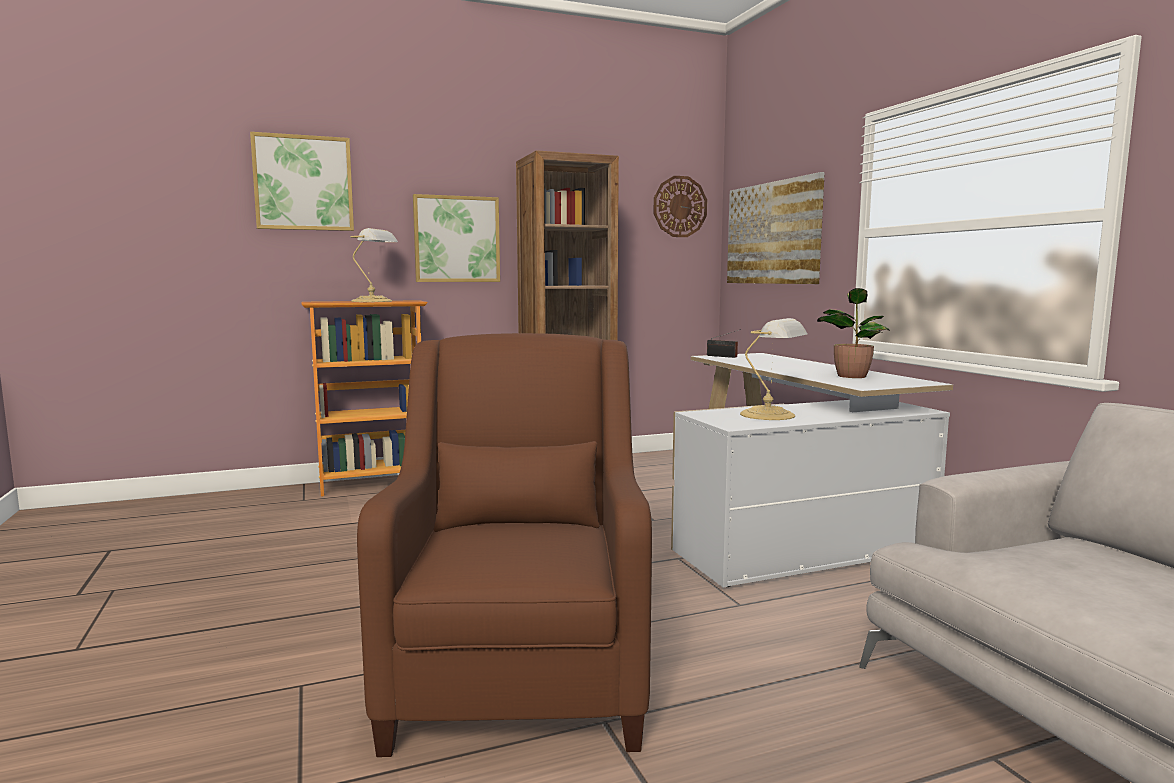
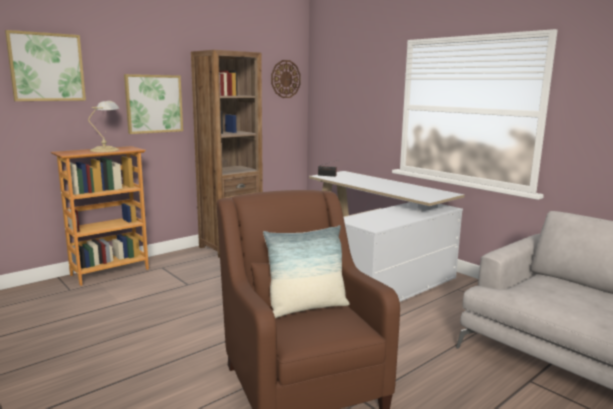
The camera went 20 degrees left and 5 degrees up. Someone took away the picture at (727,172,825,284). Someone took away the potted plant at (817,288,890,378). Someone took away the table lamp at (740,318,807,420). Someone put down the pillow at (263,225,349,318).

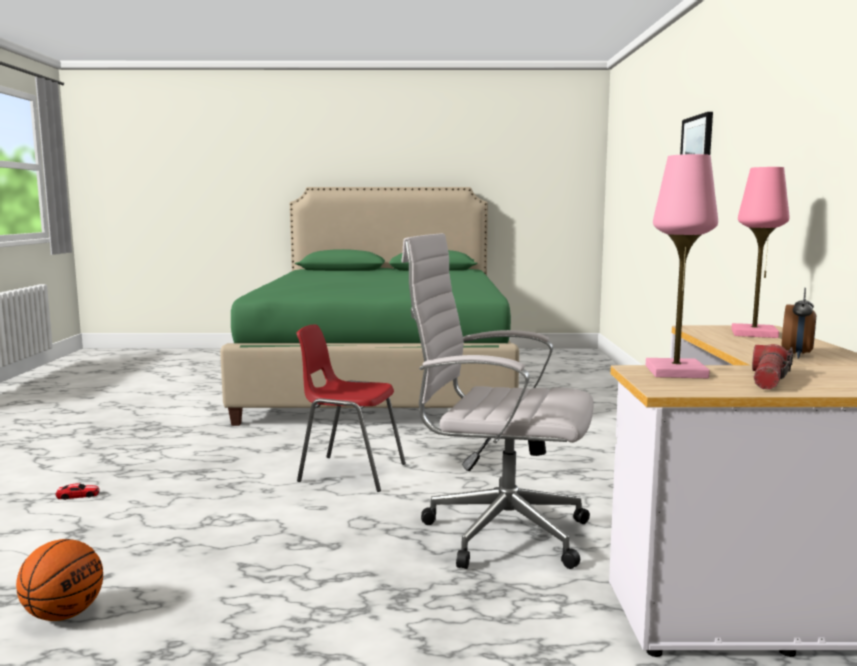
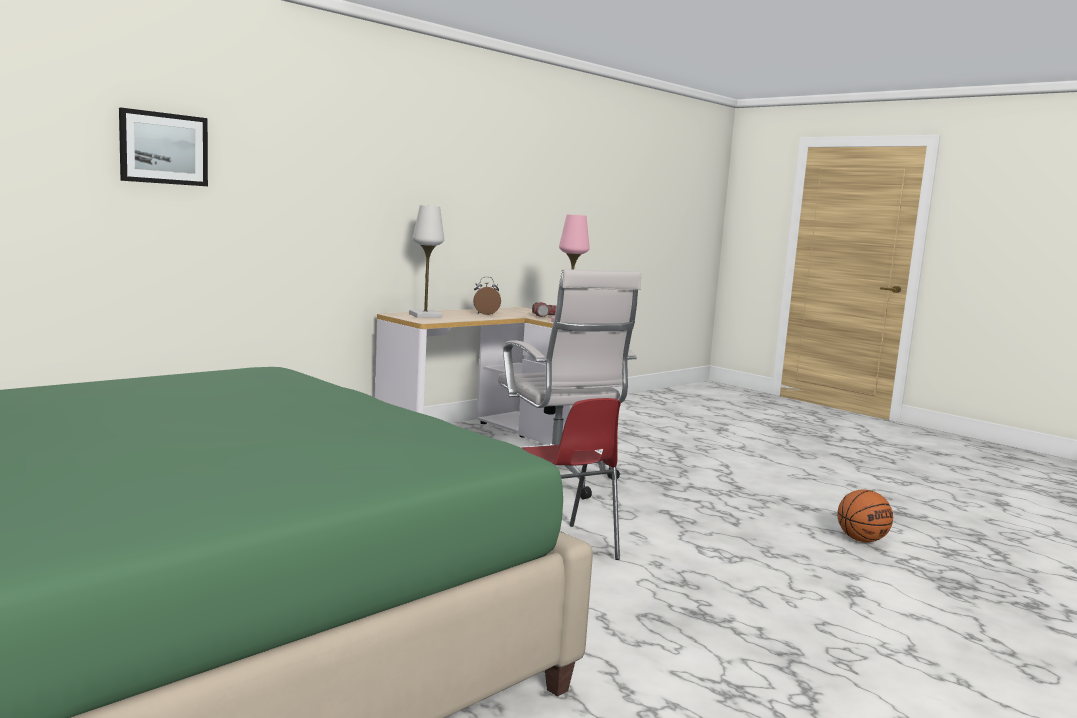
The camera went 135 degrees left and 0 degrees up. Someone repainted the table lamp in pink at (731,167,790,338), which became the table lamp in white at (409,205,444,318). Someone took away the toy car at (56,483,99,500).

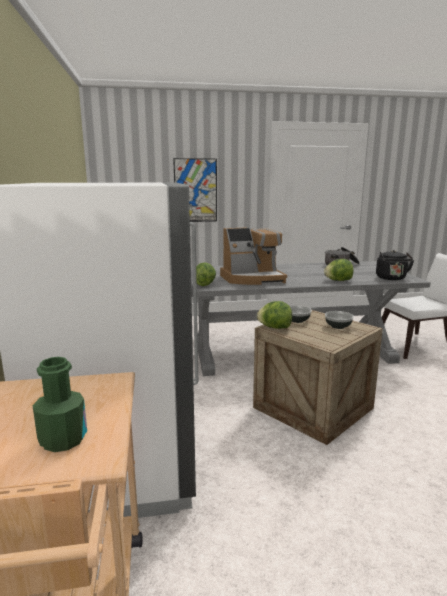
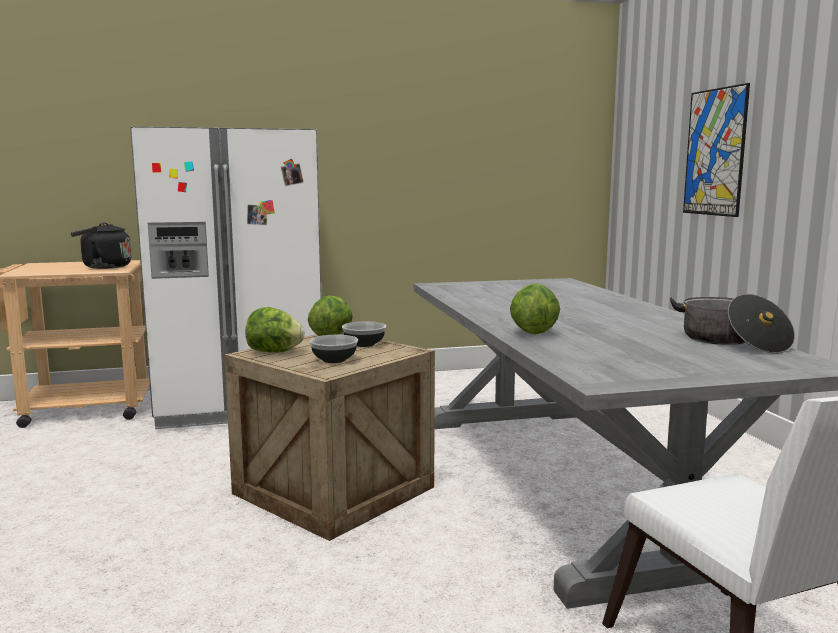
The camera went 85 degrees right and 5 degrees down. Someone took away the coffee machine at (220,228,287,285). Someone carried the kettle in black from (376,250,414,280) to (71,222,131,269). Someone carried the lettuce from (196,262,216,286) to (245,307,305,352). Someone took away the bottle in green at (32,357,87,452).

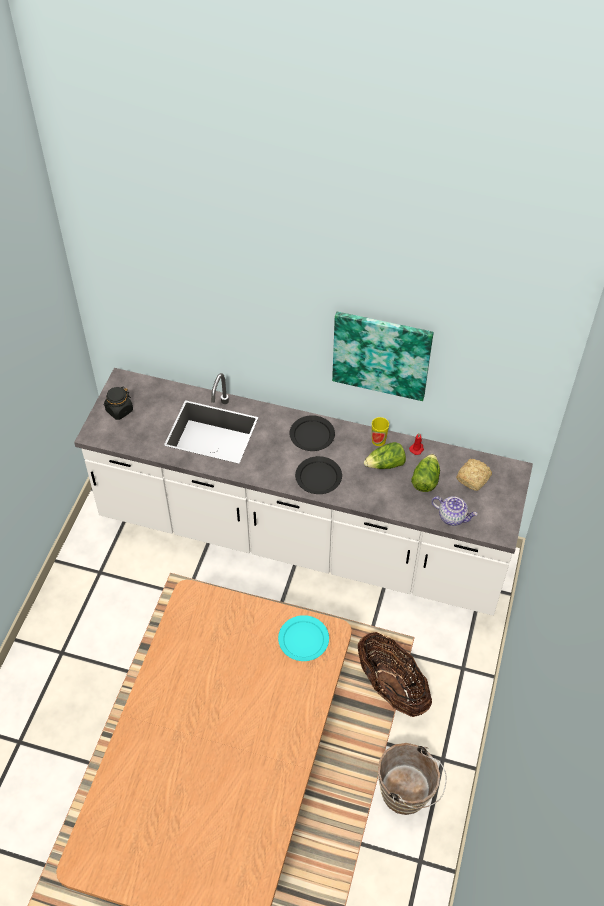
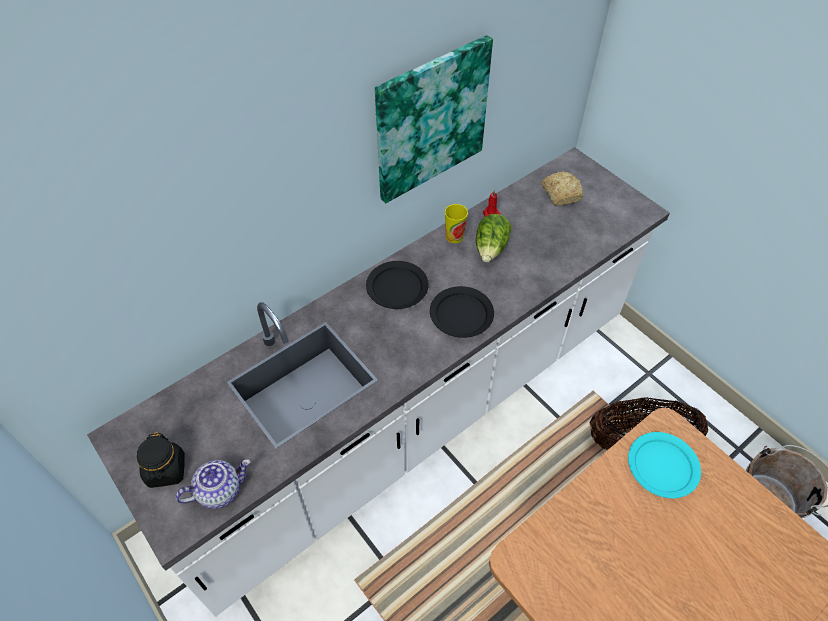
The camera went 55 degrees left and 0 degrees up. Someone took away the lettuce at (411,454,440,492). Someone carried the teapot from (431,496,478,526) to (176,459,251,509).

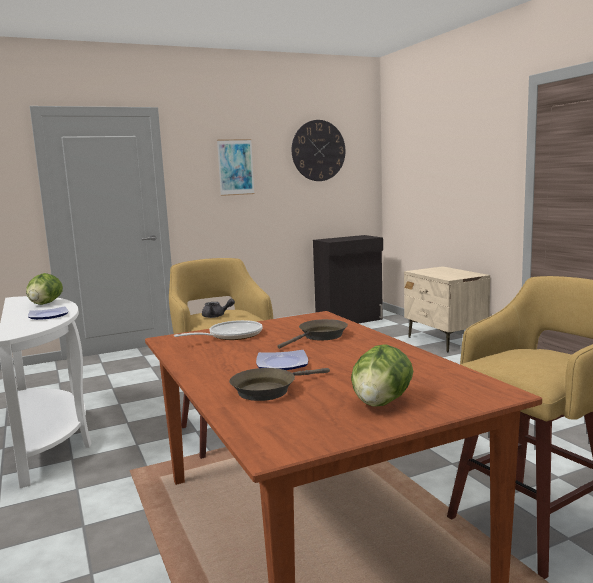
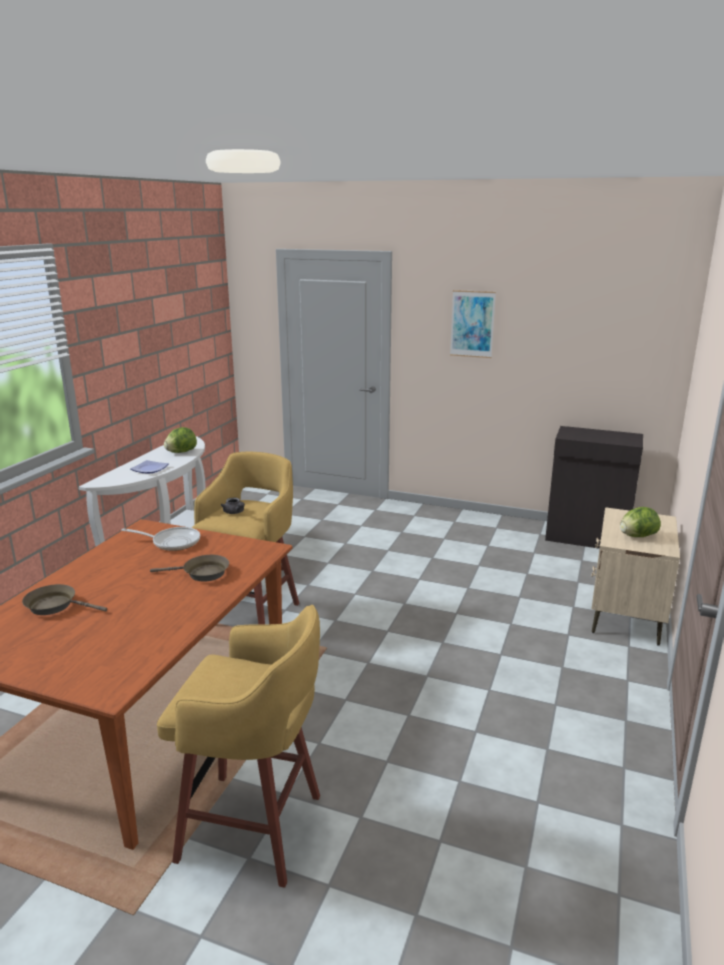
The camera went 45 degrees right and 10 degrees up. Someone took away the wall clock at (292,120,346,181). Someone carried the lettuce from (351,344,413,407) to (620,507,661,537). Someone took away the plate at (256,350,308,370).

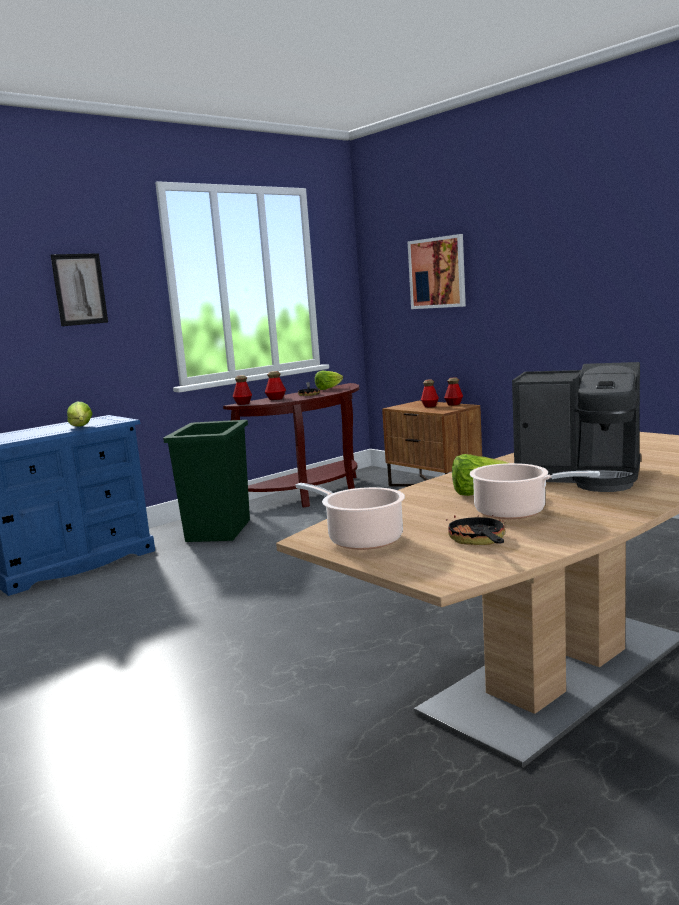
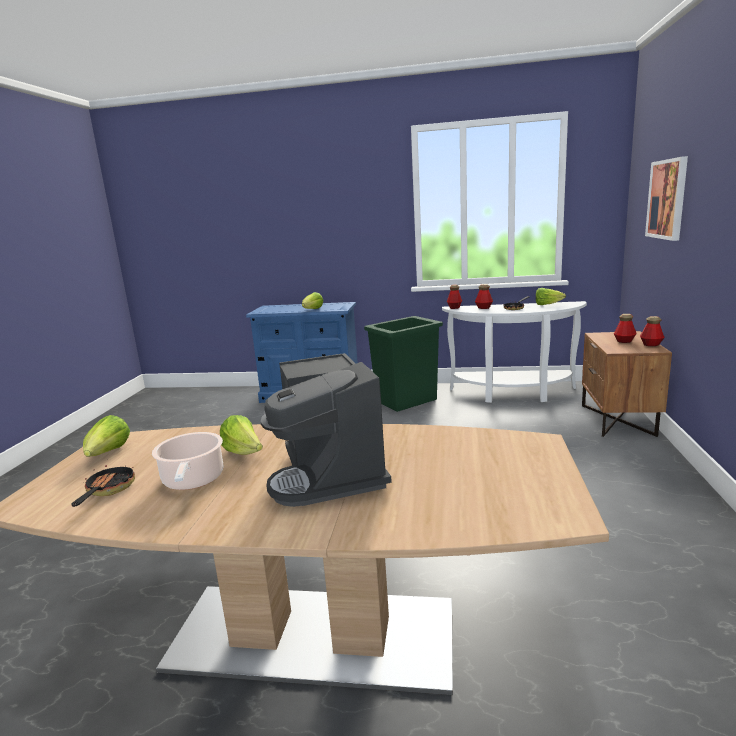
The camera went 50 degrees right and 5 degrees up. Someone took away the picture at (51,253,108,326). Someone repainted the console table in brown at (223,383,359,508), which became the console table in white at (442,301,587,403). Someone swapped the cooking pot at (296,483,405,550) for the lettuce at (83,415,130,457). Someone rotated the frying pan at (446,507,505,545) by 45 degrees counterclockwise.

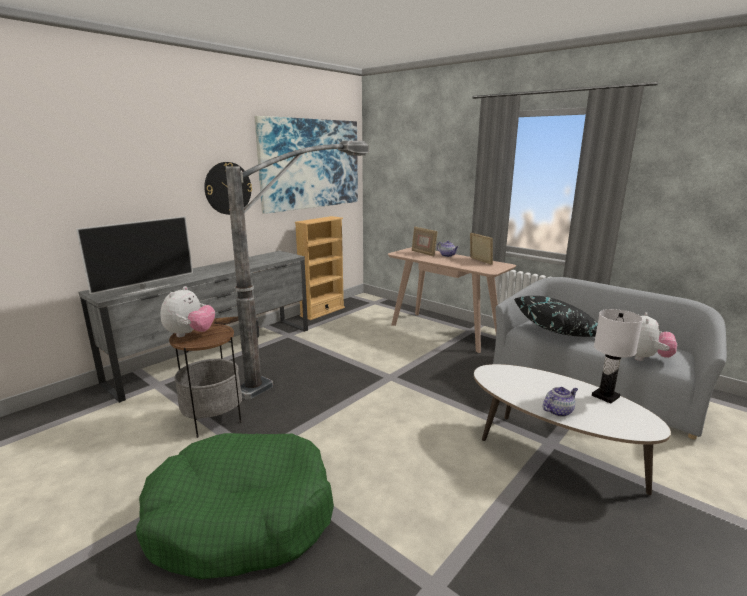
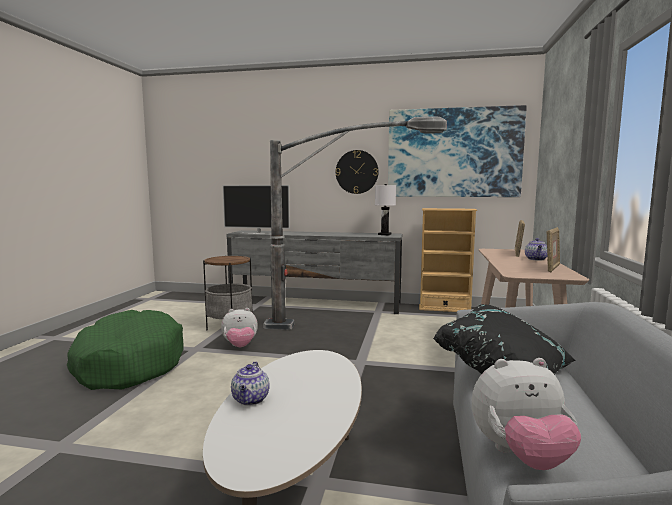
The camera went 60 degrees right and 10 degrees down. Someone carried the plush toy from (160,286,215,337) to (221,308,258,347). Someone carried the table lamp in white from (592,309,643,404) to (375,184,396,235). Someone rotated the teapot at (543,387,578,417) by 60 degrees clockwise.

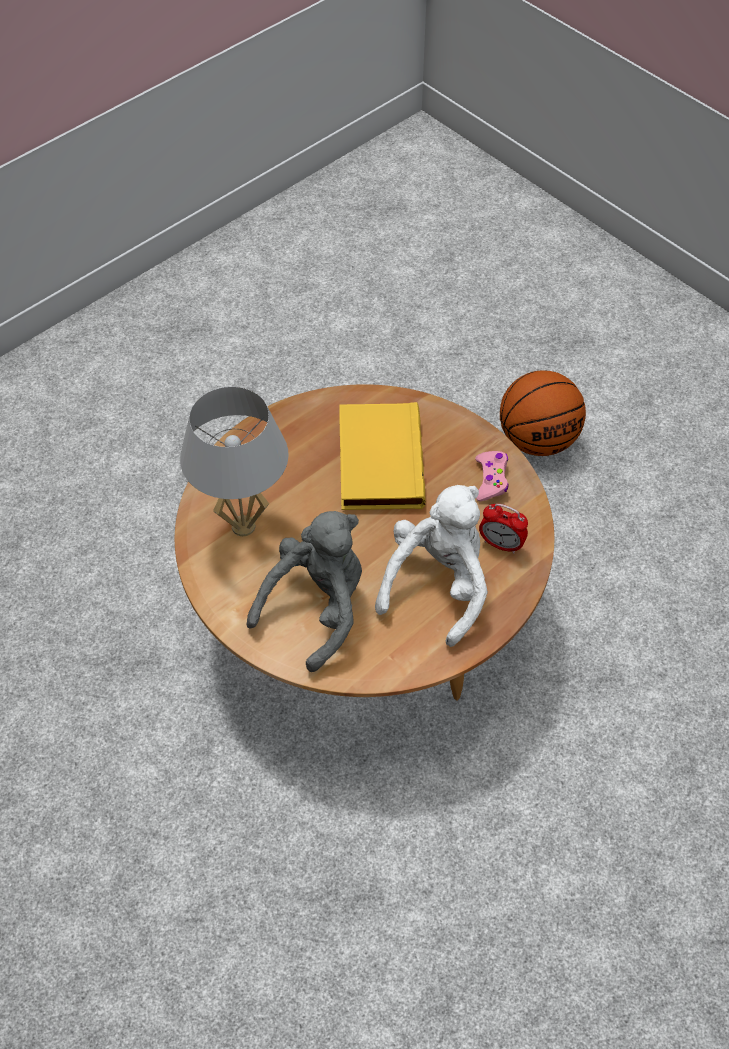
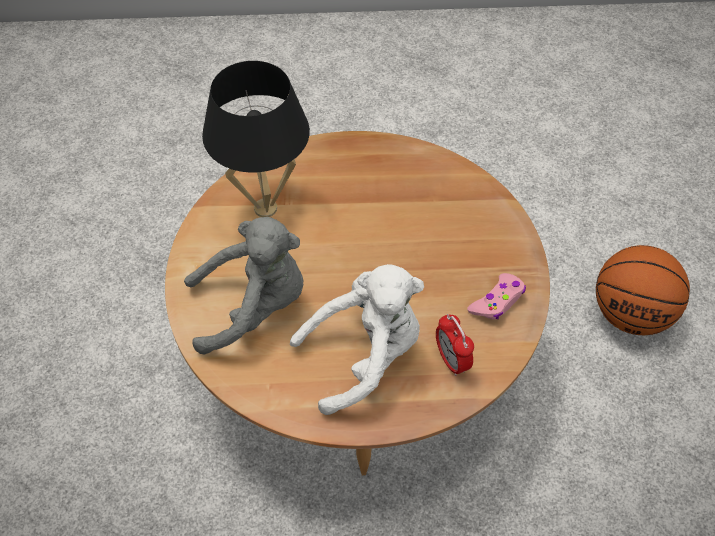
The camera went 40 degrees right and 0 degrees up. Someone repainted the table lamp in white at (180,387,289,536), which became the table lamp in black at (202,61,310,217). Someone took away the book in yellow at (339,402,426,510).

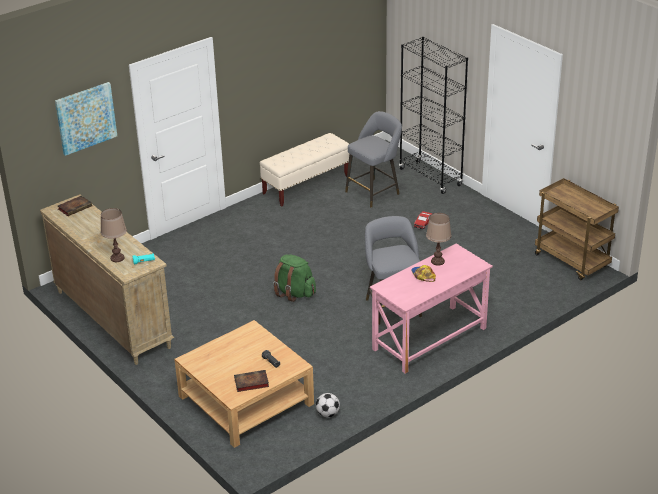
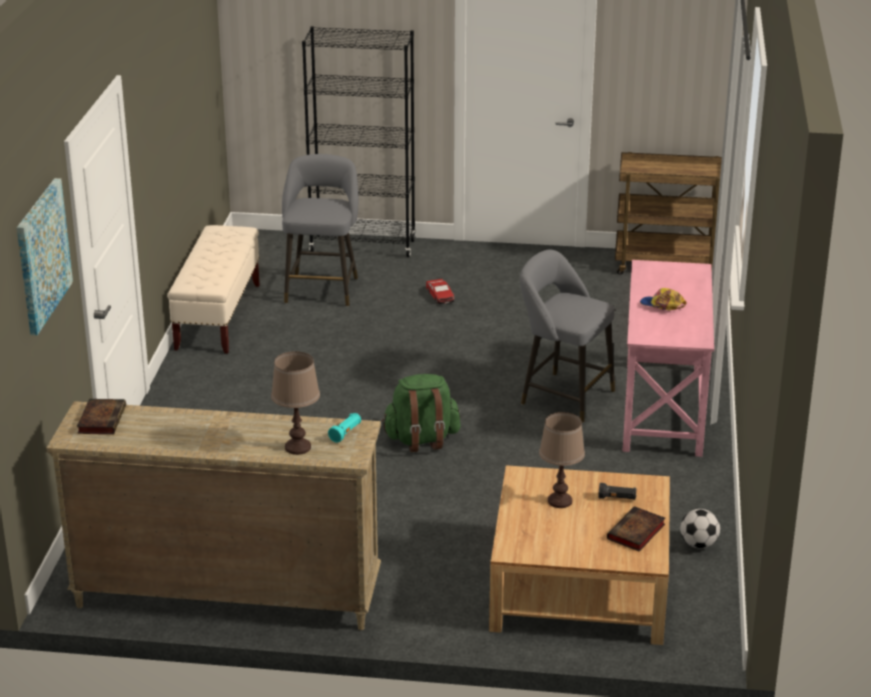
The camera went 45 degrees left and 5 degrees down. Someone carried the table lamp in brown from (426,213,452,266) to (539,412,585,508).

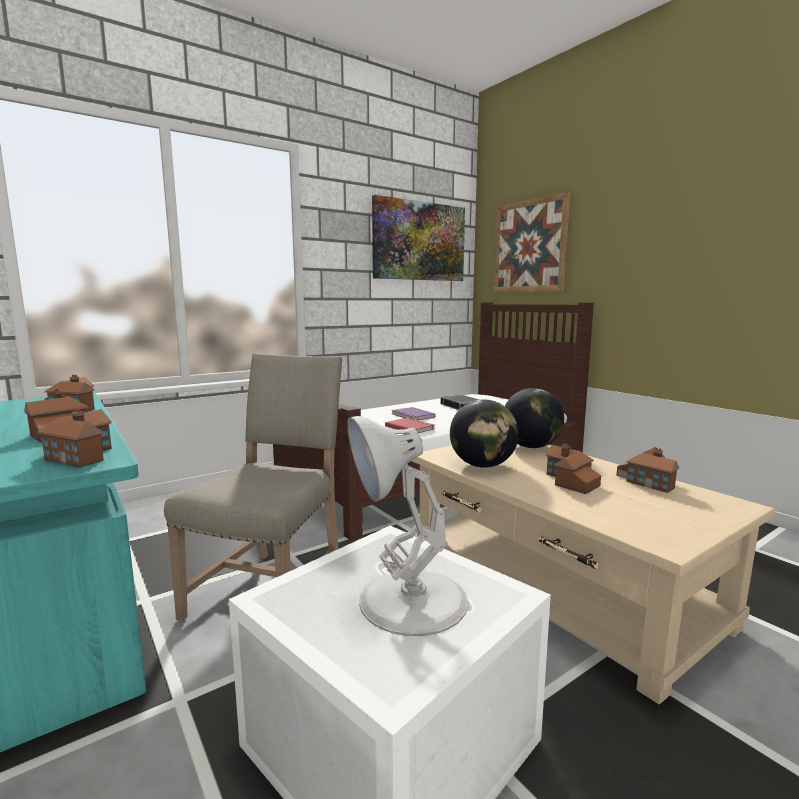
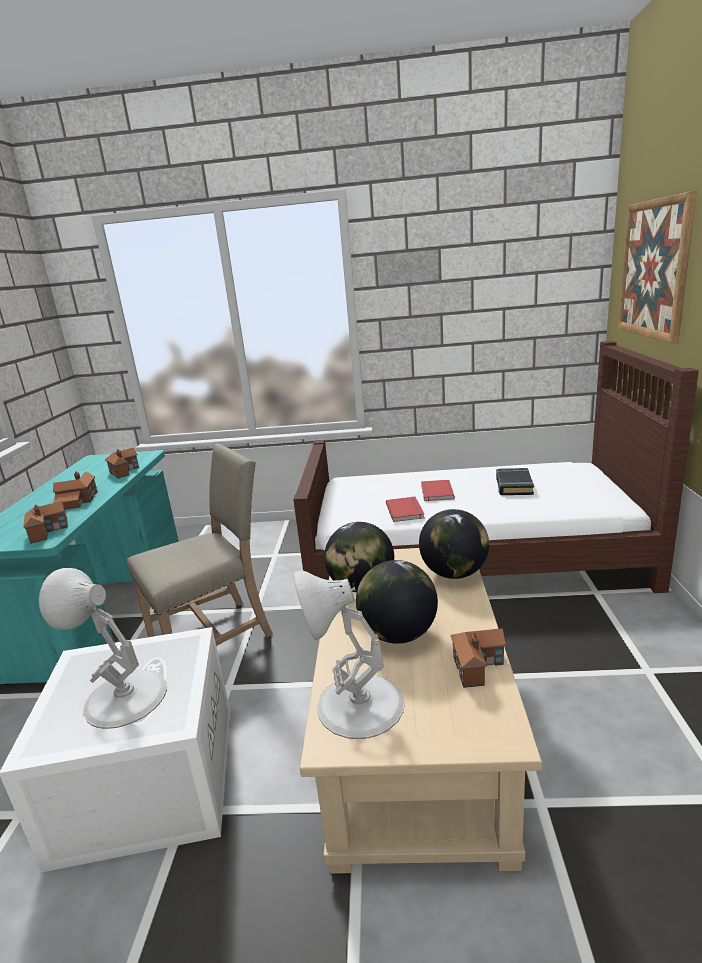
The camera went 40 degrees right and 10 degrees up. Someone took away the picture at (372,195,465,281). Someone repainted the book in purple at (392,407,436,420), which became the book in red at (421,480,455,501). Someone swapped the toy house at (546,443,601,494) for the globe at (356,560,438,644). Someone put down the table lamp in white at (293,571,405,739).

